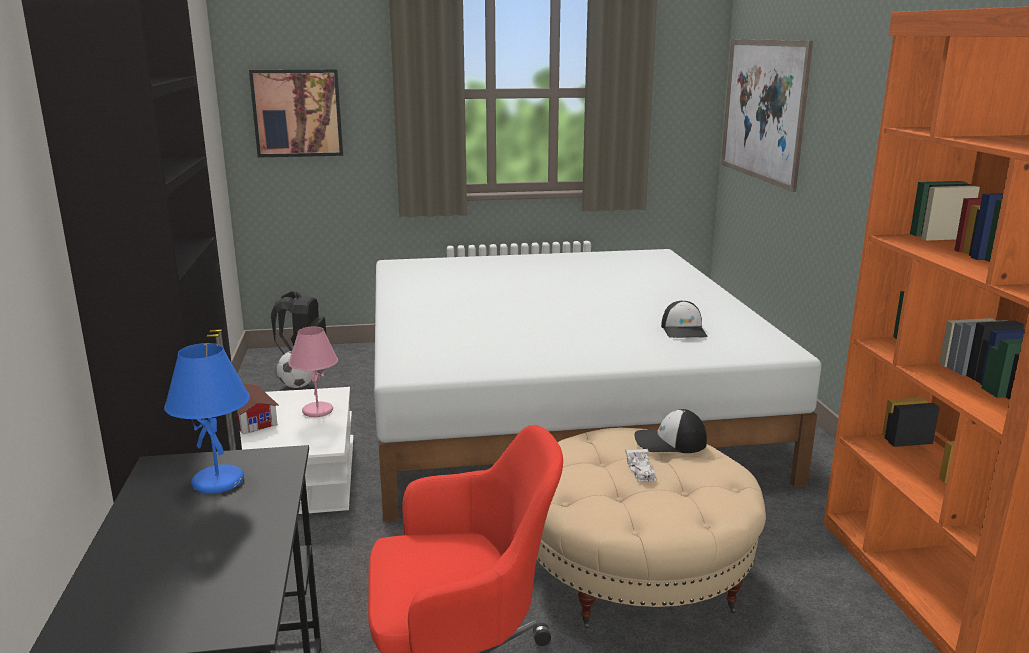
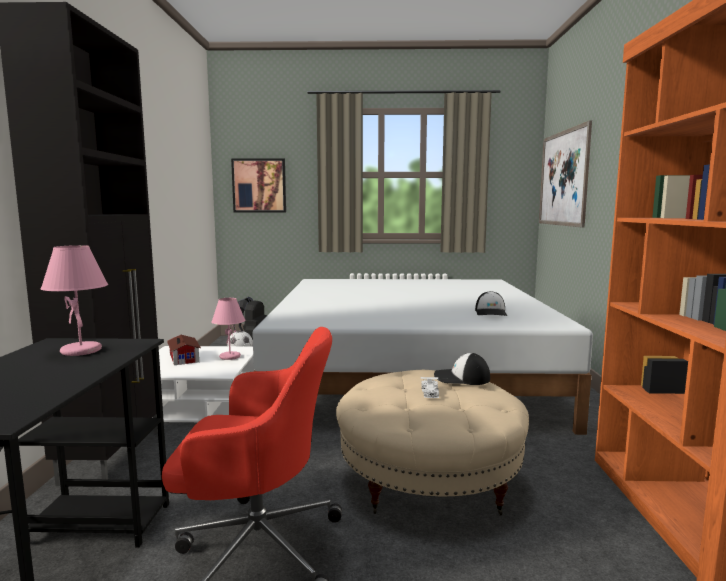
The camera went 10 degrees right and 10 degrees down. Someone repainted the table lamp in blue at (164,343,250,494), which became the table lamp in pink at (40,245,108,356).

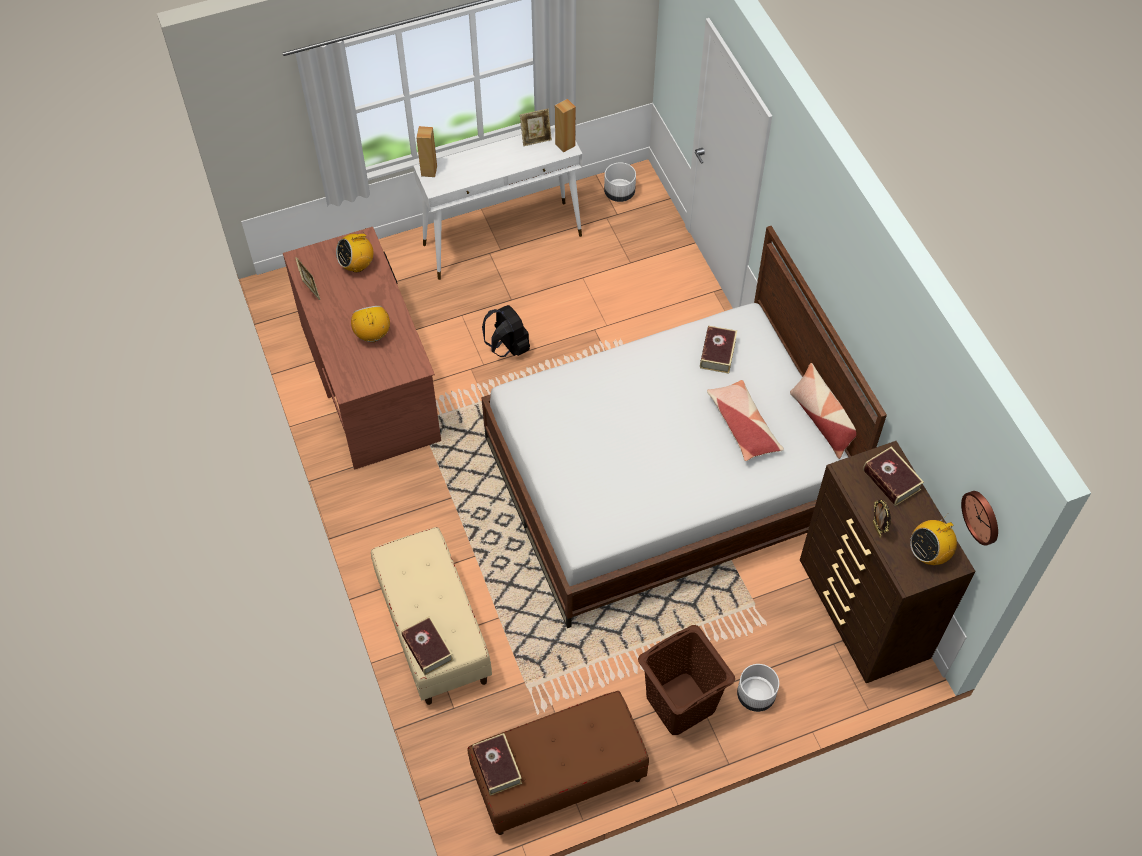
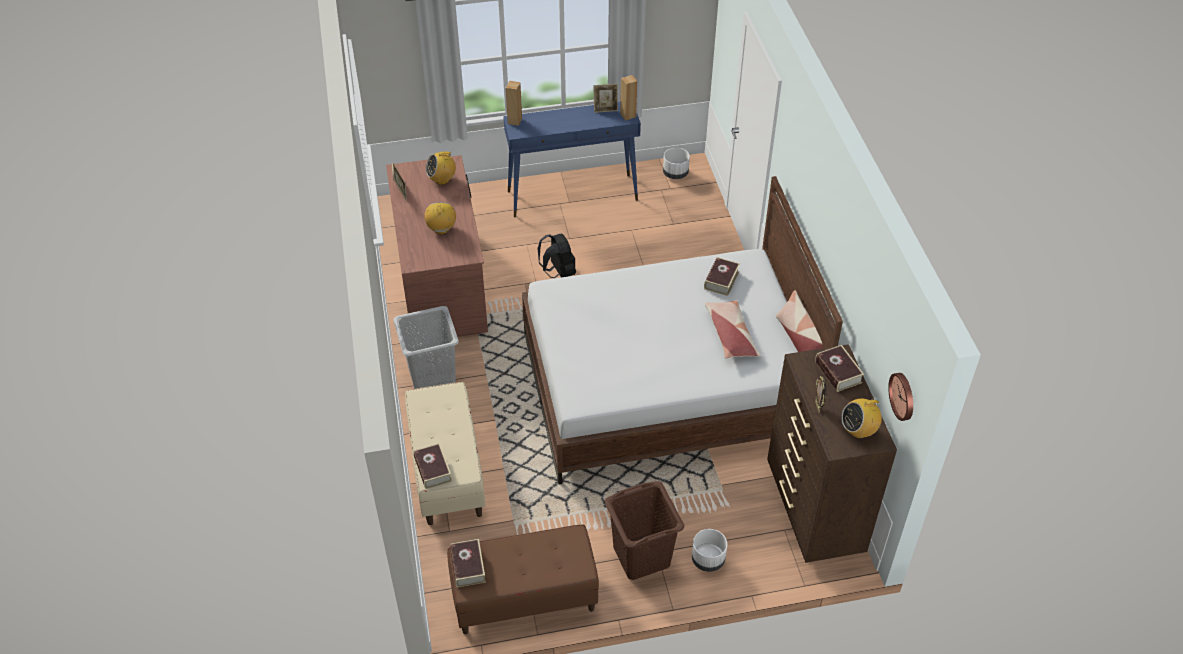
The camera went 10 degrees right and 10 degrees down. Someone repainted the console table in white at (413,125,583,280), which became the console table in blue at (503,102,641,217). Someone put down the laundry basket in grey at (393,306,459,389).

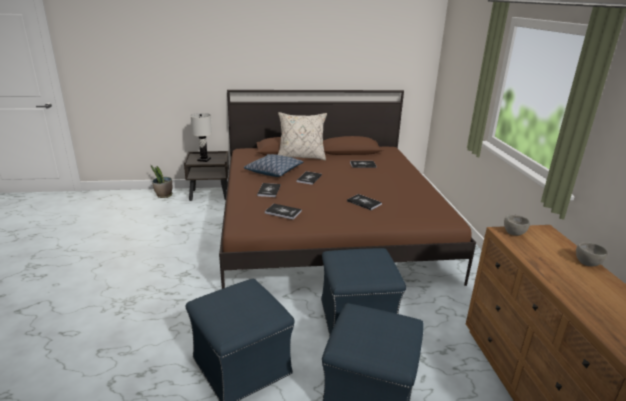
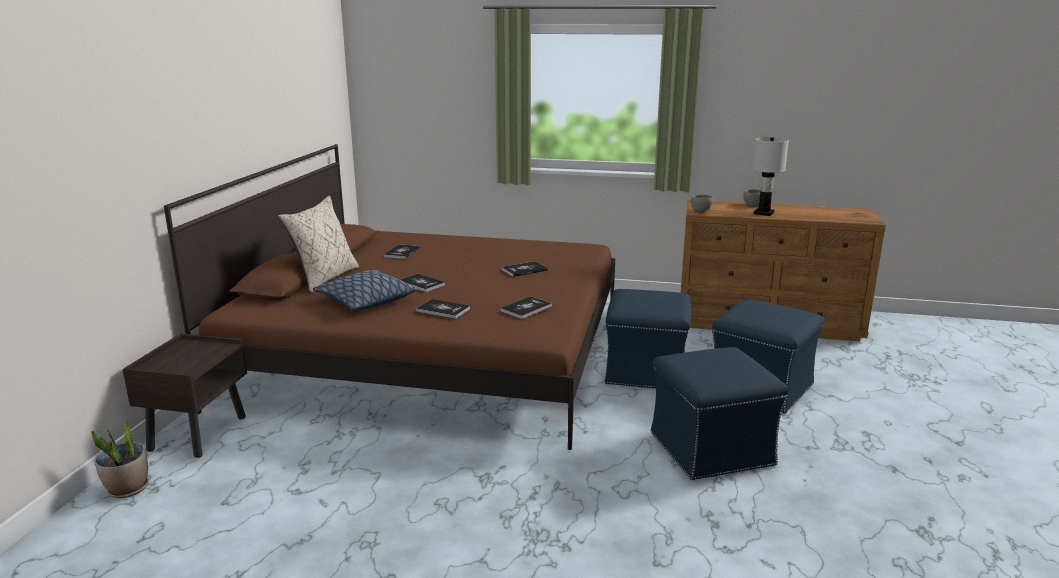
The camera went 70 degrees left and 5 degrees down. Someone carried the table lamp in white from (191,113,212,162) to (752,137,789,216).

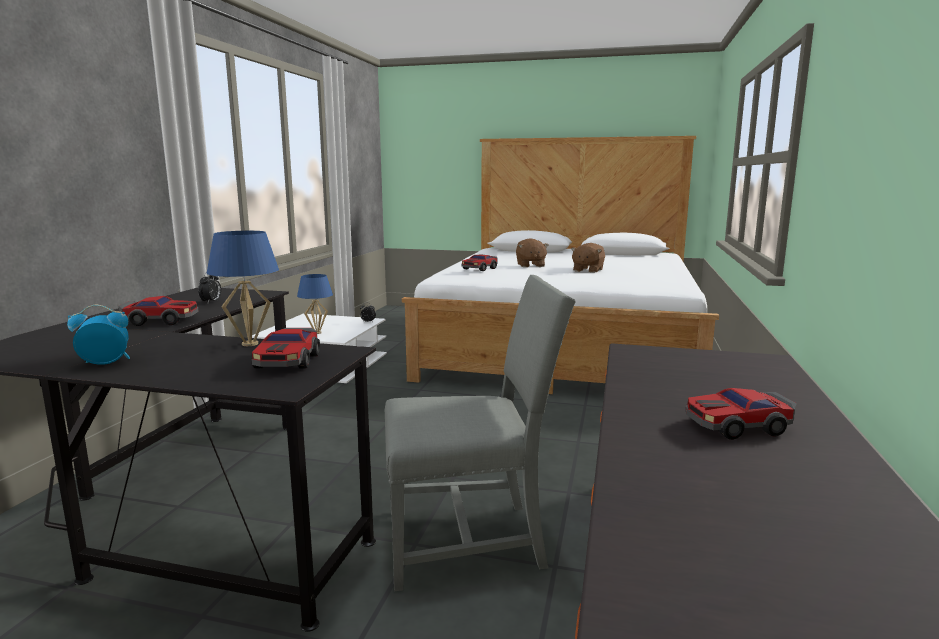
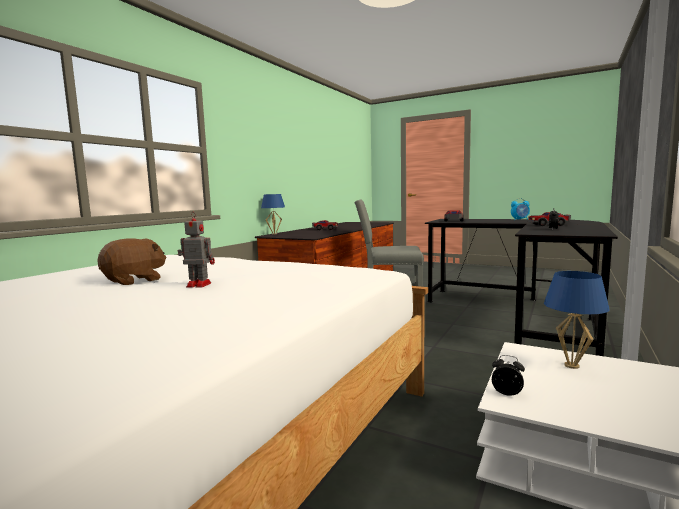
The camera went 165 degrees left and 5 degrees down. Someone carried the table lamp in blue from (207,231,279,346) to (261,194,285,234). Someone swapped the plush toy in brown at (516,238,549,267) for the toy robot at (177,212,215,288). Someone took away the toy car at (461,255,498,271).

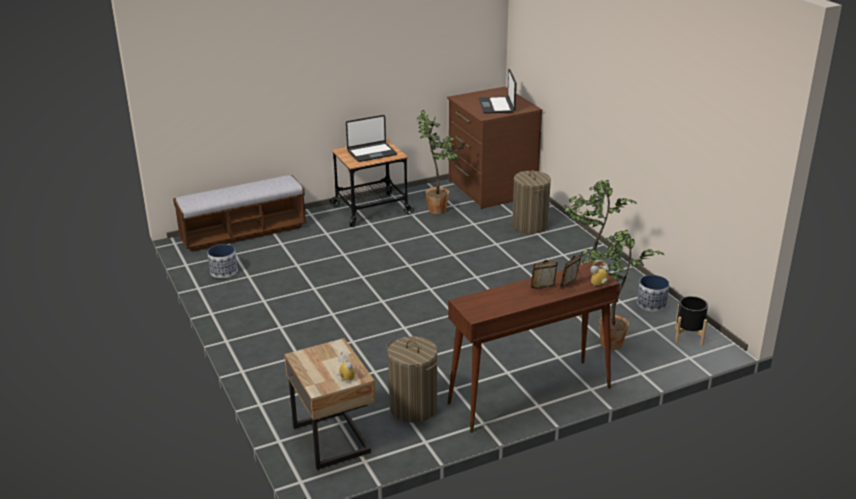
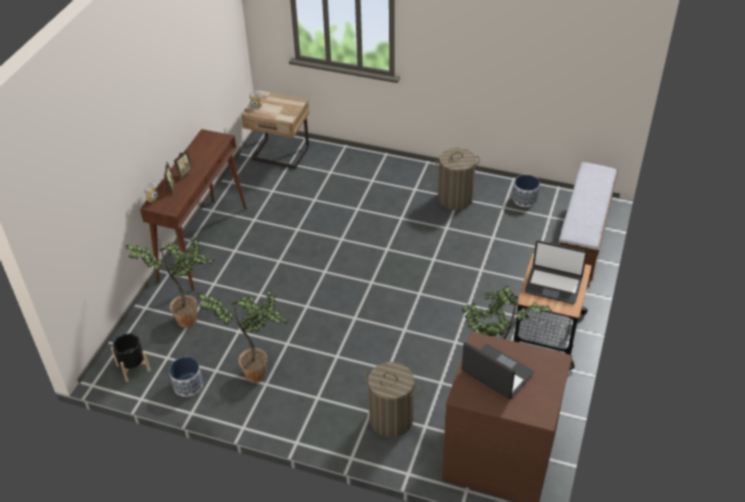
The camera went 135 degrees right and 15 degrees up. Someone rotated the laptop at (346,115,397,162) by 90 degrees counterclockwise. Someone carried the laundry basket from (386,336,439,423) to (435,148,480,210).

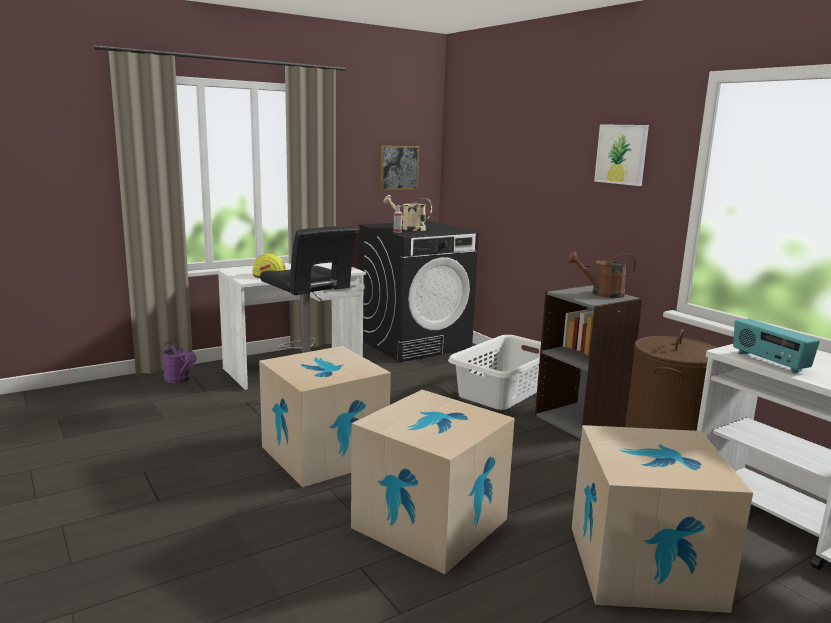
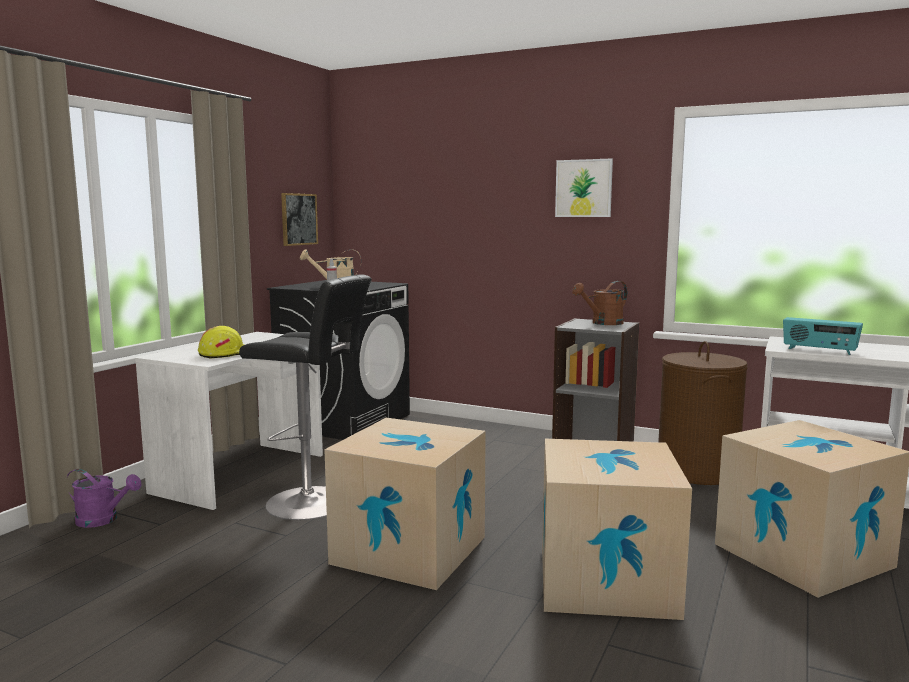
The camera went 30 degrees left and 5 degrees down. Someone took away the laundry basket in white at (448,335,541,410).

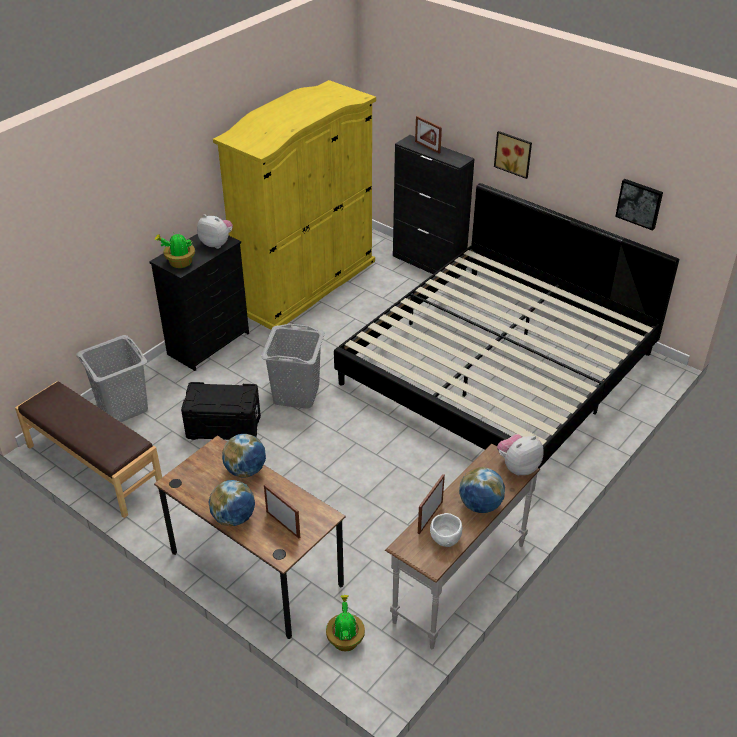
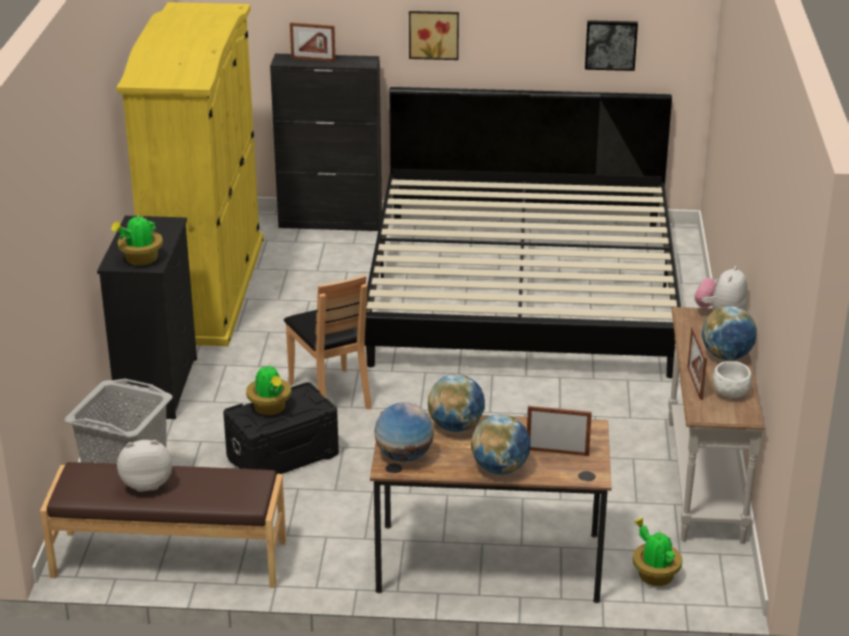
The camera went 35 degrees left and 10 degrees down. Someone carried the plush toy from (197,214,233,249) to (117,440,172,492). Someone swapped the laundry basket in grey at (261,324,325,409) for the chair in brown at (284,275,372,410). Someone put down the potted plant at (246,365,292,415). Someone put down the globe at (374,402,434,462).

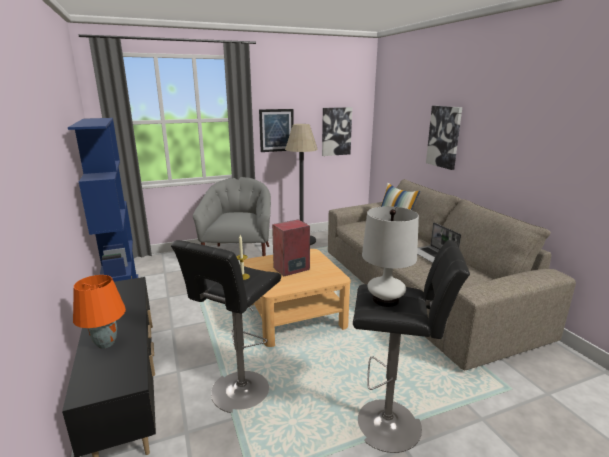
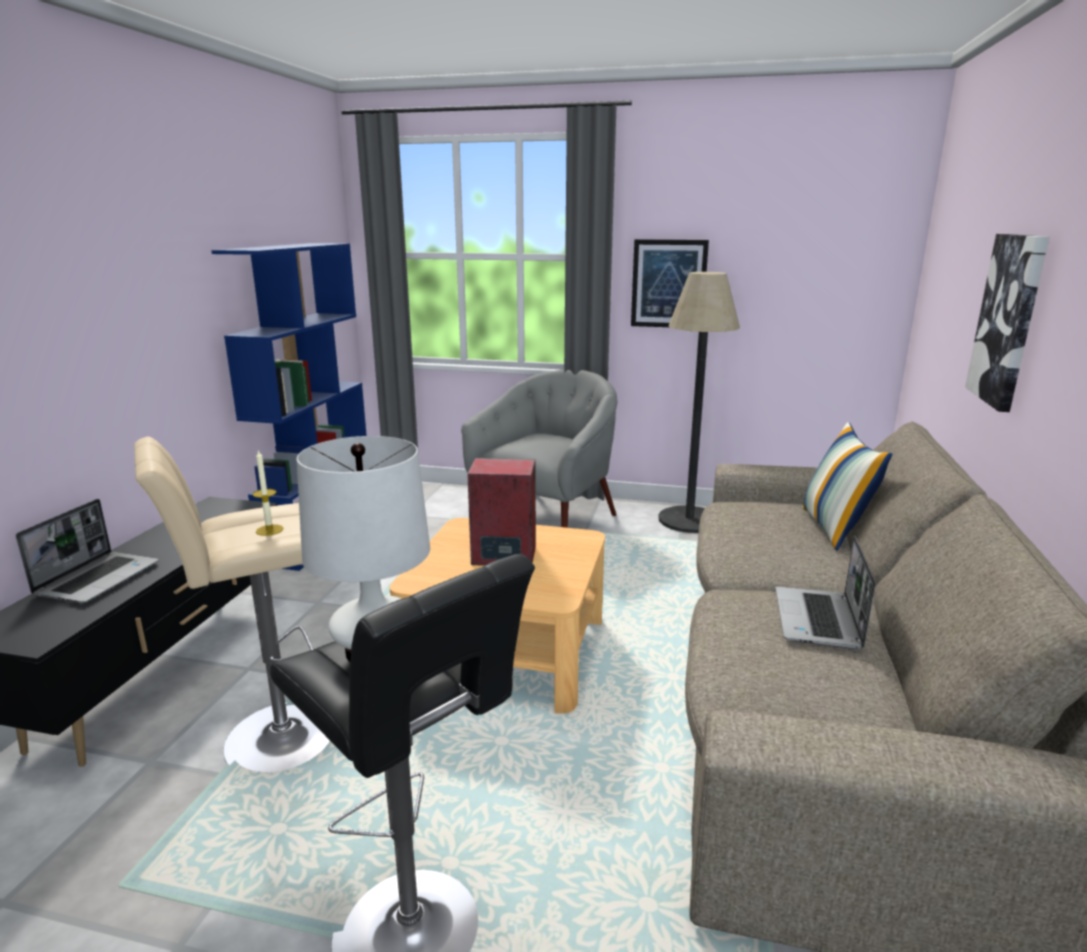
The camera went 35 degrees right and 0 degrees up. Someone took away the picture at (322,107,352,156). Someone repainted the stool in black at (171,240,281,413), which became the stool in beige at (134,437,330,772). Someone swapped the table lamp in orange at (73,275,126,349) for the laptop at (16,499,159,603).

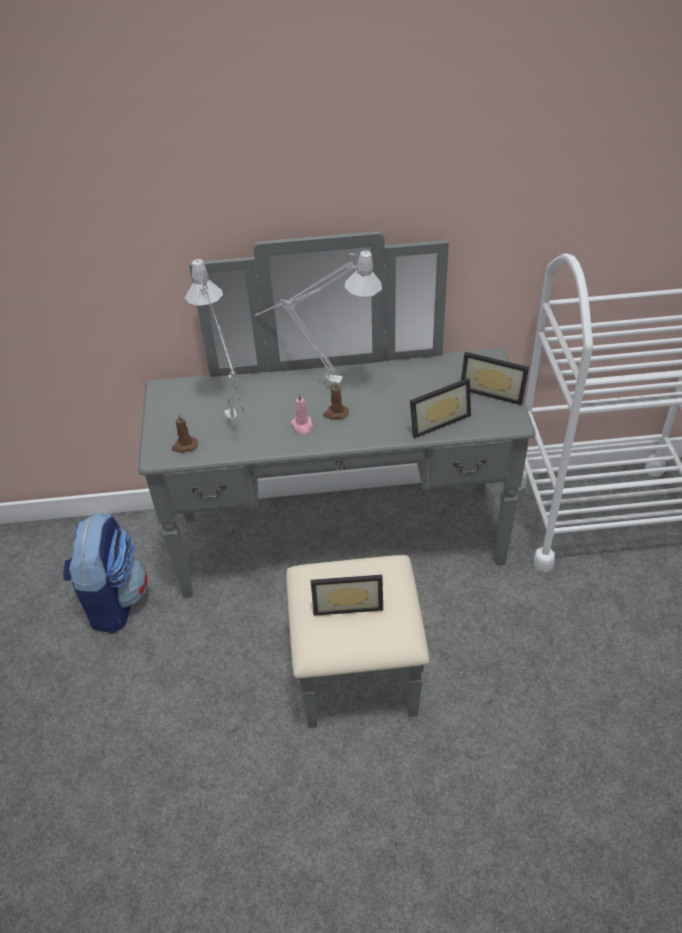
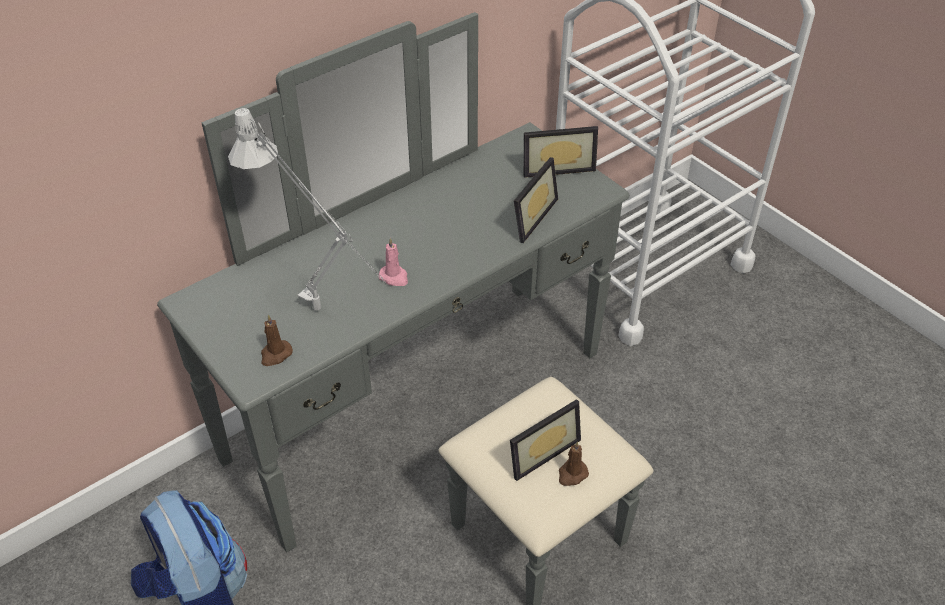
The camera went 35 degrees left and 0 degrees up. Someone took away the table lamp in grey at (256,250,382,387). Someone carried the candle in brown from (323,382,349,420) to (559,441,589,486).

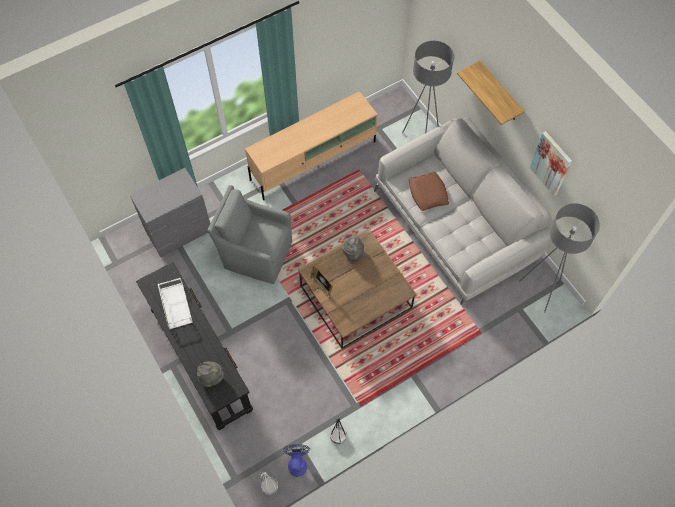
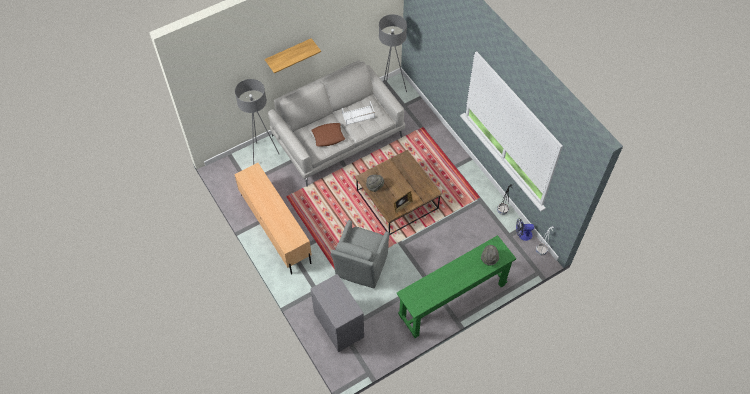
The camera went 90 degrees left and 5 degrees down. Someone took away the picture at (529,131,572,196). Someone repainted the console table in black at (136,262,253,430), which became the console table in green at (397,235,516,338). Someone carried the tray in white from (158,278,193,329) to (342,101,375,125).

